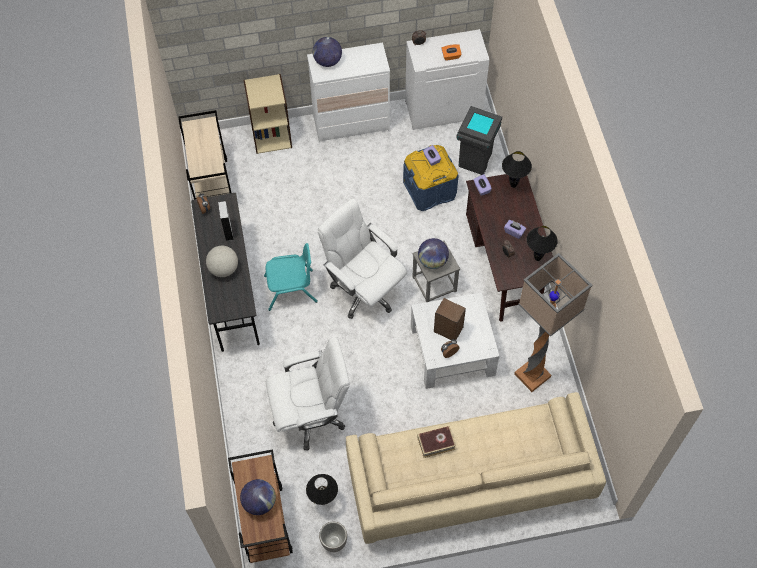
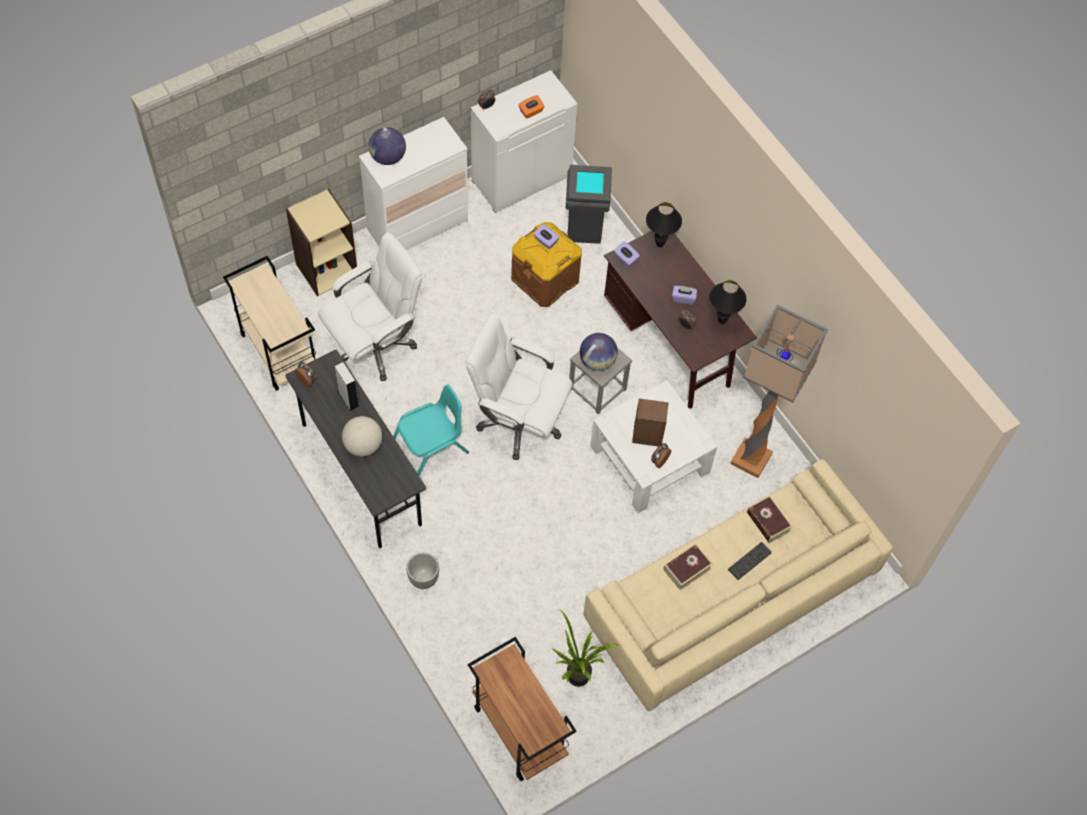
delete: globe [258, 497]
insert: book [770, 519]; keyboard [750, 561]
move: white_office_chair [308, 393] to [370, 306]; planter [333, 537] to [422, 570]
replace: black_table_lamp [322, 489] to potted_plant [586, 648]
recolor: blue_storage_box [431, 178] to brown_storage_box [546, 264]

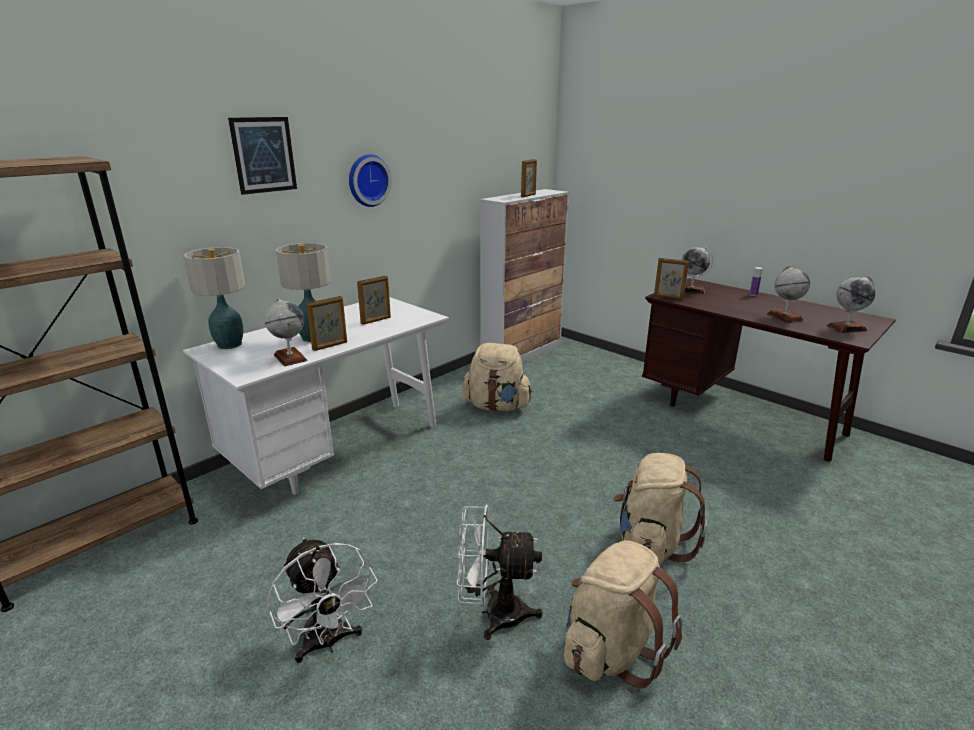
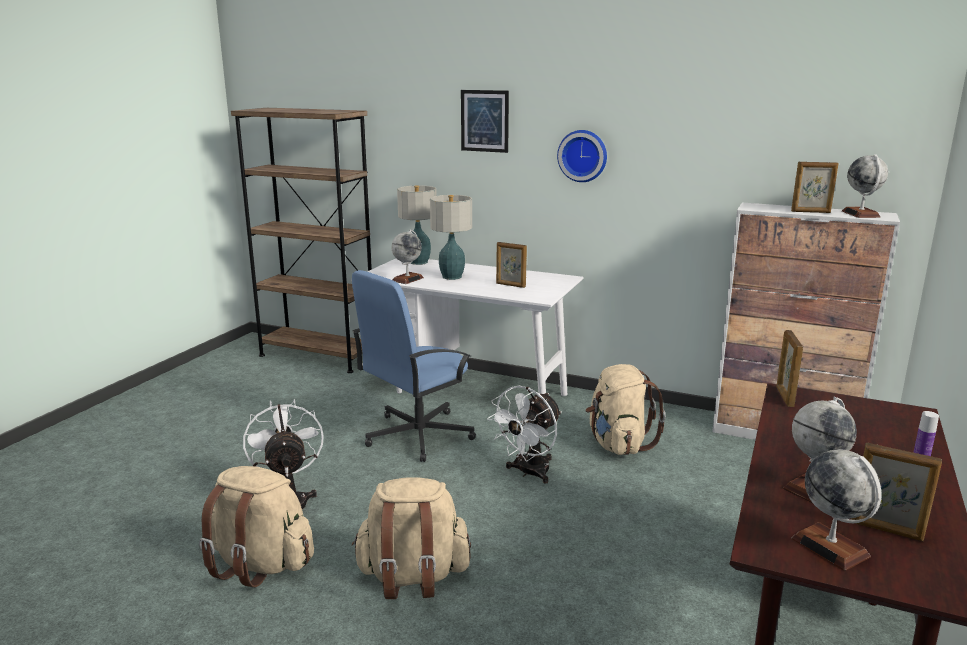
insert: blue_office_chair [414, 366]
move: globe [697, 270] to [865, 186]; picture_frame [326, 323] to [896, 492]; white_fan [322, 600] to [524, 434]

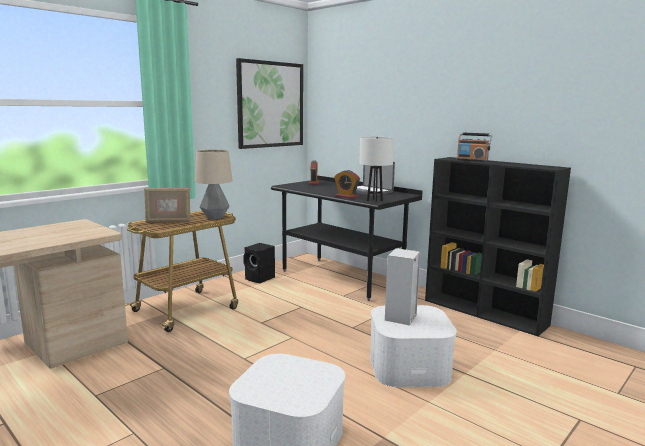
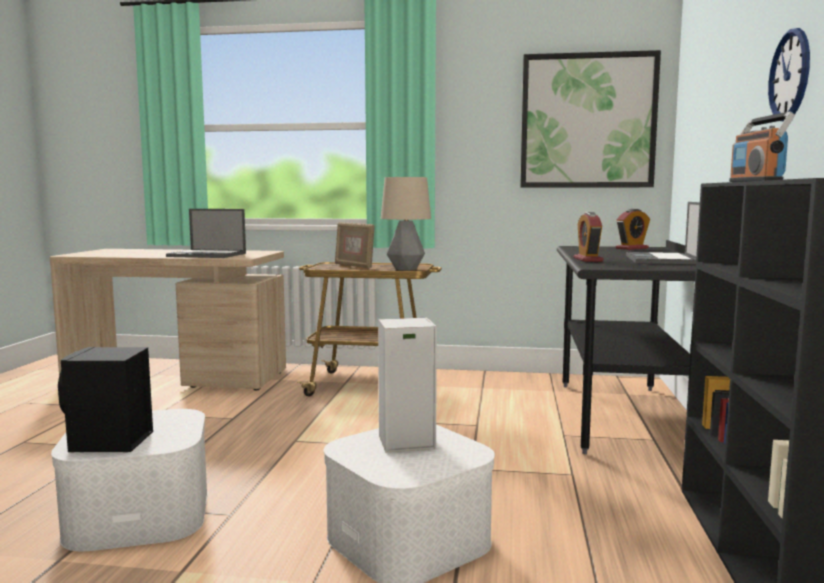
delete: white_table_lamp [376, 169]
insert: wall_clock [789, 74]; laptop [206, 233]
move: black_speaker [259, 263] to [105, 399]

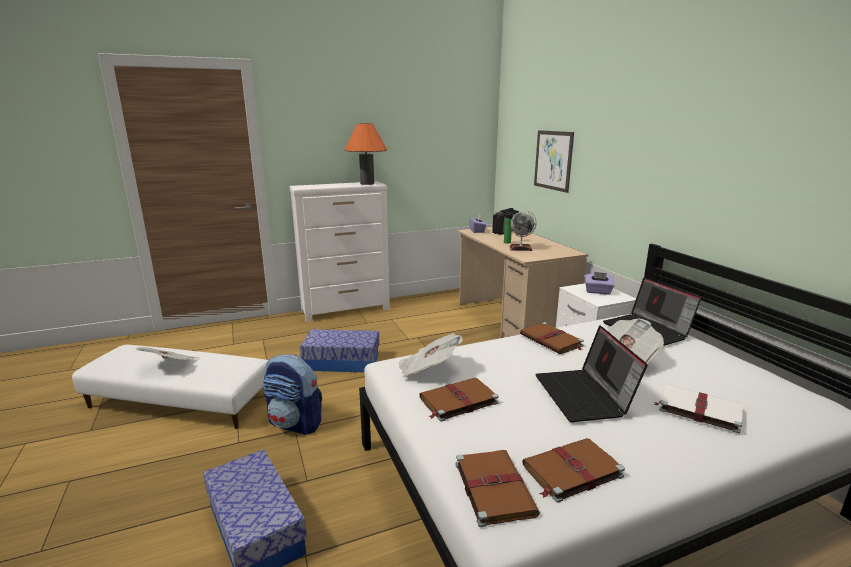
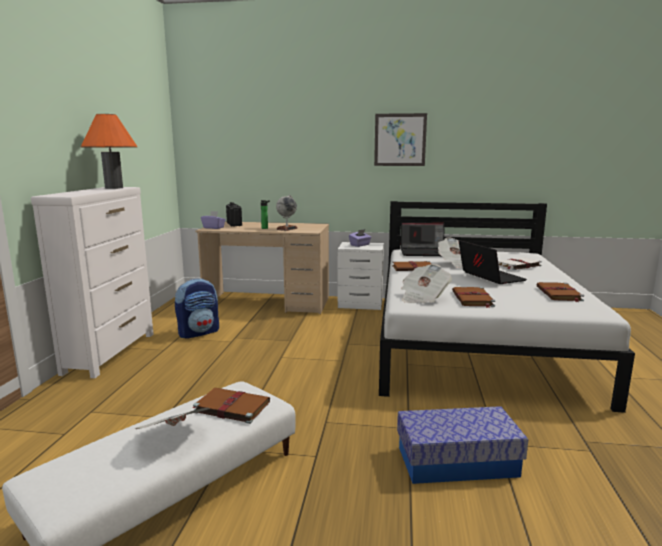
delete: storage_box [339, 350]
move: picture [554, 161] to [400, 139]; backpack [292, 394] to [197, 308]; brown_book [498, 488] to [231, 406]
rotate: laptop [591, 373] = [493, 262] 135 degrees counterclockwise

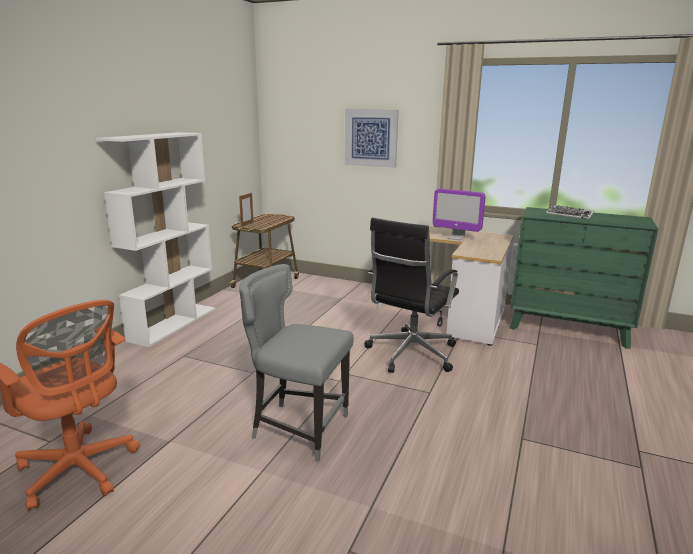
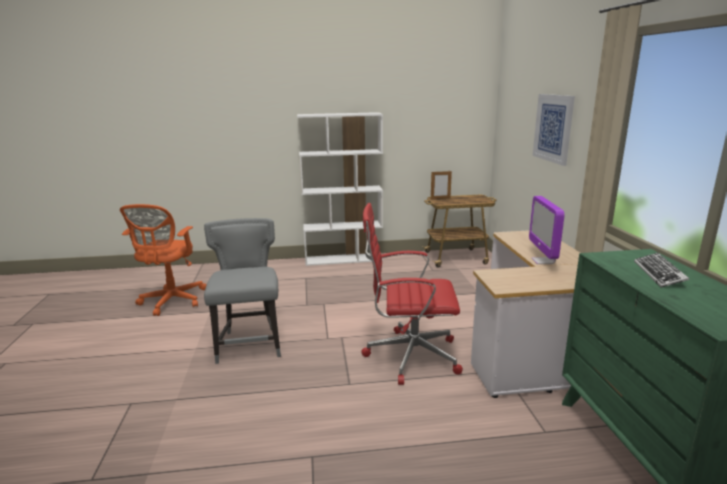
recolor: black_office_chair [411, 295] to red_office_chair [412, 294]

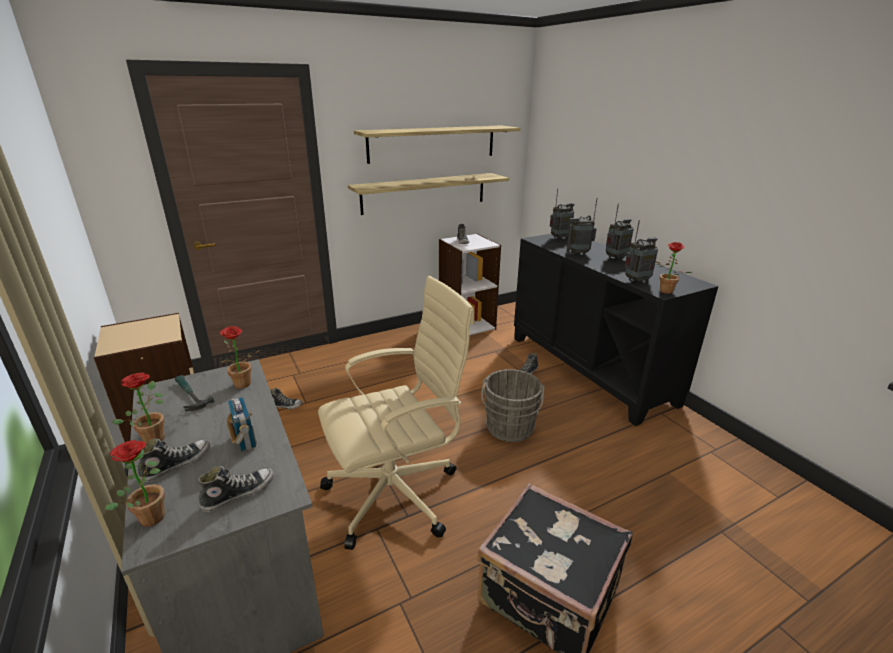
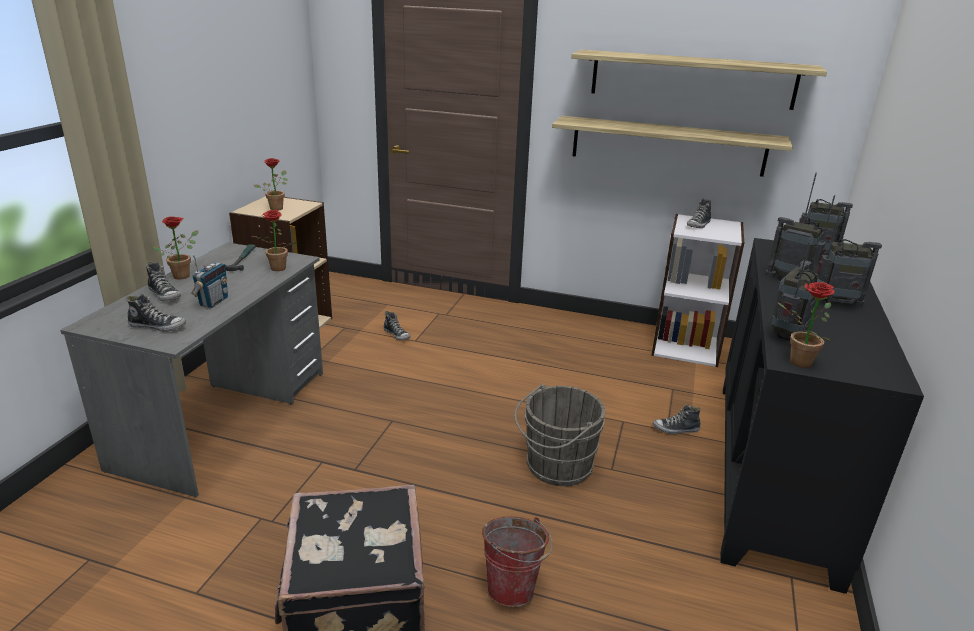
delete: beige_office_chair [396, 413]
insert: bucket [517, 561]
move: potted_plant [135, 483] to [271, 184]
rotate: radio [641, 252] = [797, 291] 75 degrees counterclockwise; shoe [174, 460] = [163, 281] 45 degrees clockwise

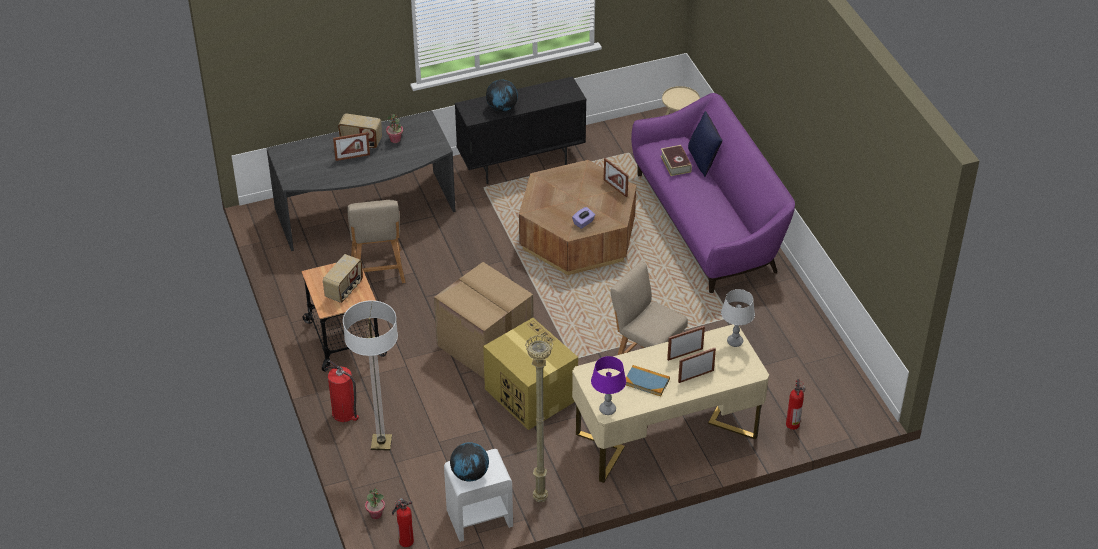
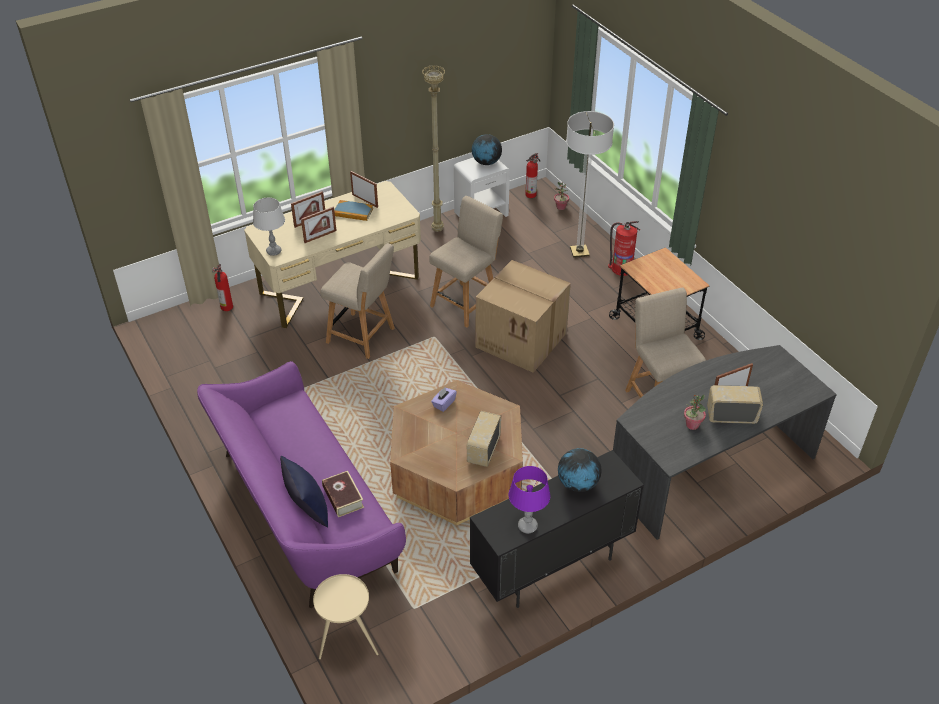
move: picture_frame [616, 177] to [364, 189]; radio [343, 278] to [484, 439]; purple_table_lamp [608, 385] to [529, 499]
replace: cardboard_box [530, 374] to beige_chair [466, 262]

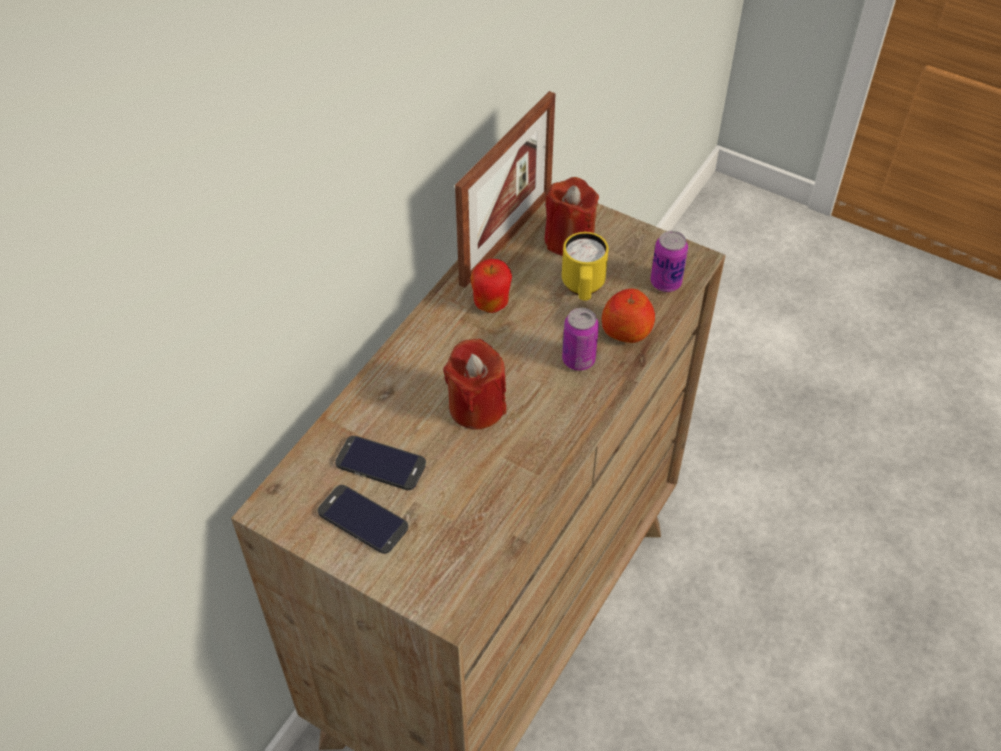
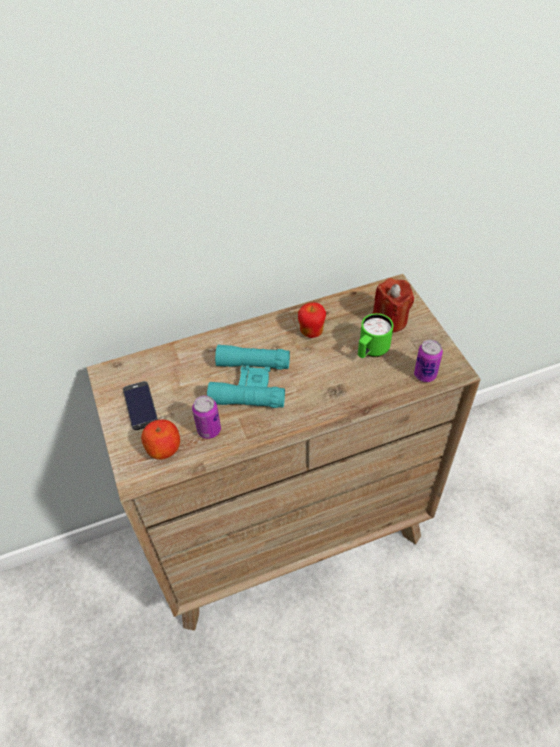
delete: picture_frame [505, 189]; phone [380, 463]
move: apple [628, 316] to [160, 440]; can [580, 339] to [206, 417]
replace: red_candle [474, 384] to turquoise_binoculars [248, 376]
recolor: yellow_mug [585, 266] to green_mug [375, 335]

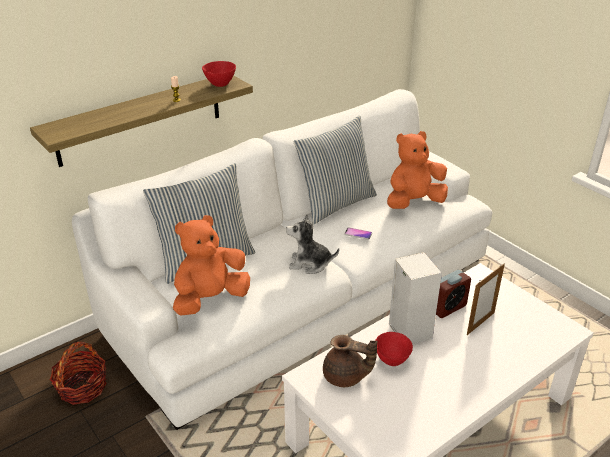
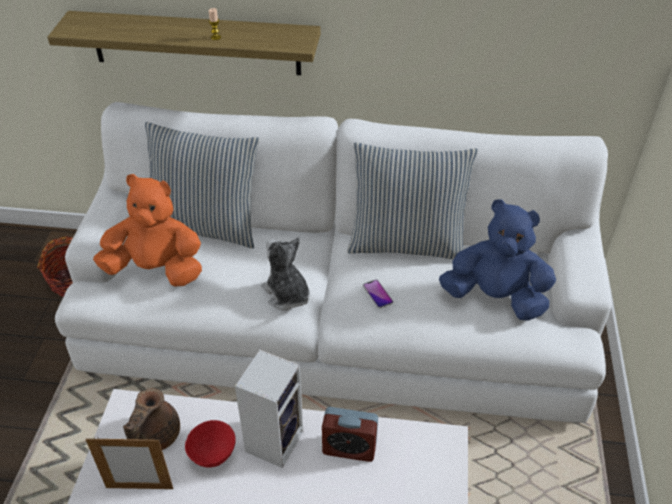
delete: red_bowl [219, 74]
move: picture_frame [486, 299] to [129, 463]
recolor: orange_plush_toy [417, 170] to blue_plush_toy [497, 260]
rotate: brown_teapot [350, 361] = [151, 419] 45 degrees clockwise

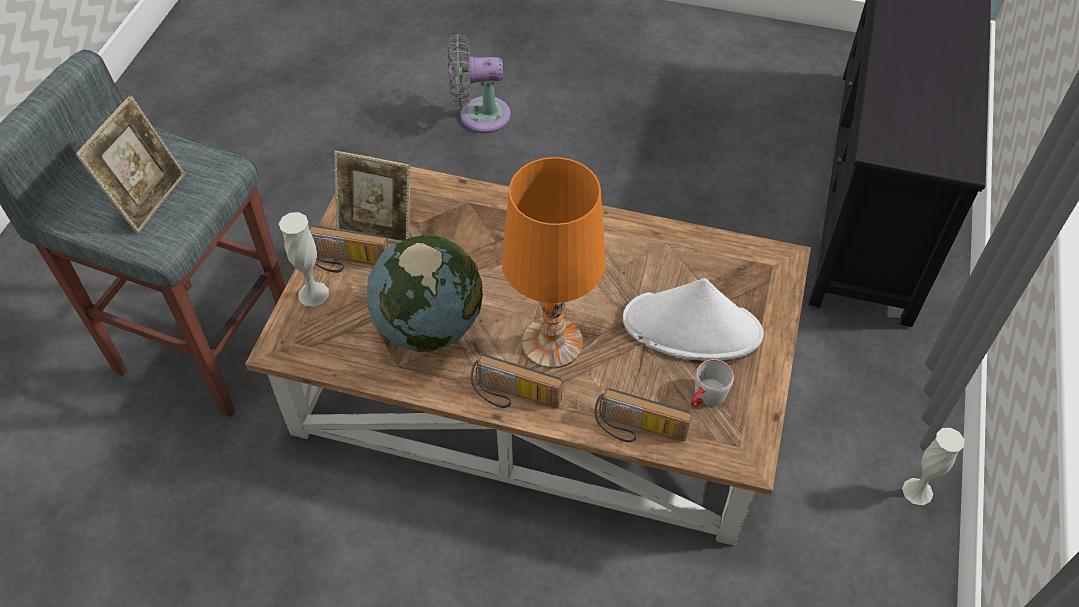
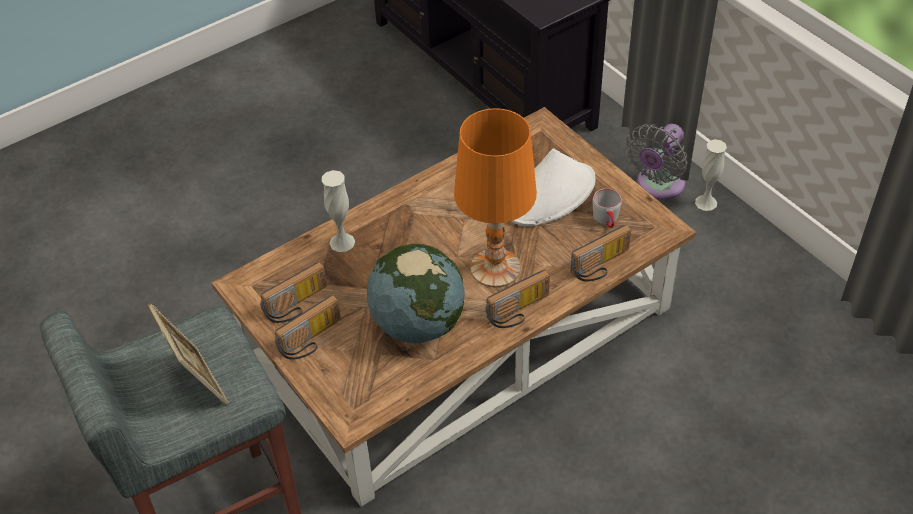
move: grey_fan [479, 84] to [656, 162]; white_vase [304, 259] to [338, 211]
replace: picture_frame [372, 197] to radio [293, 292]

